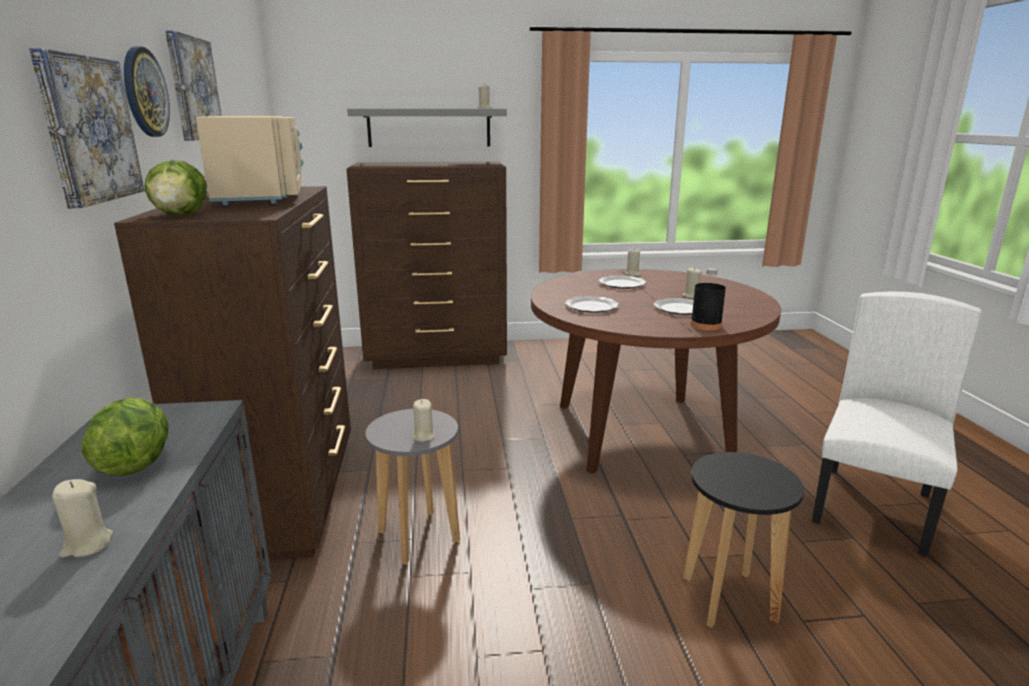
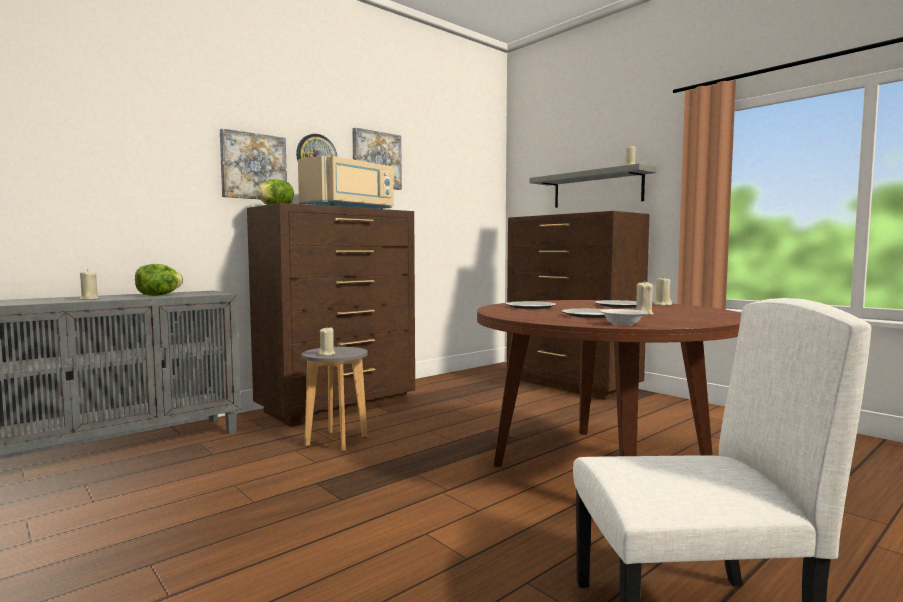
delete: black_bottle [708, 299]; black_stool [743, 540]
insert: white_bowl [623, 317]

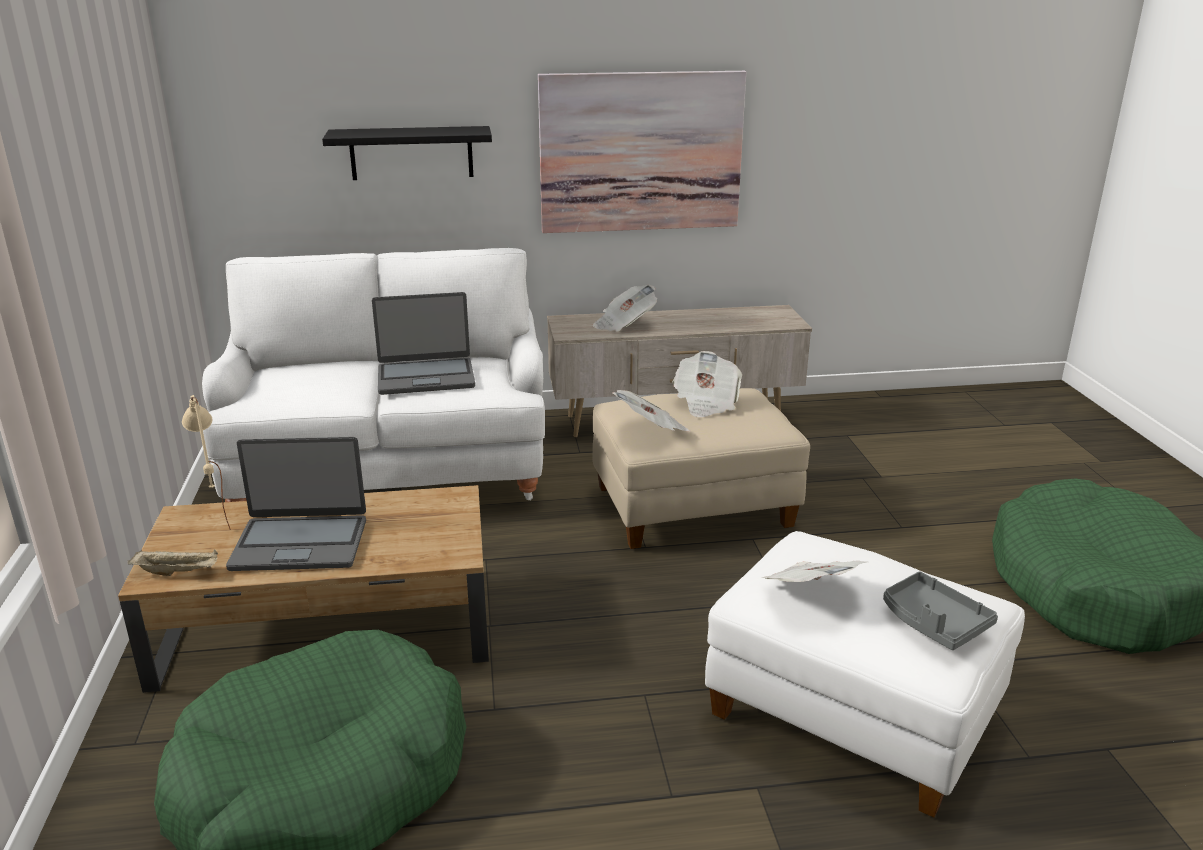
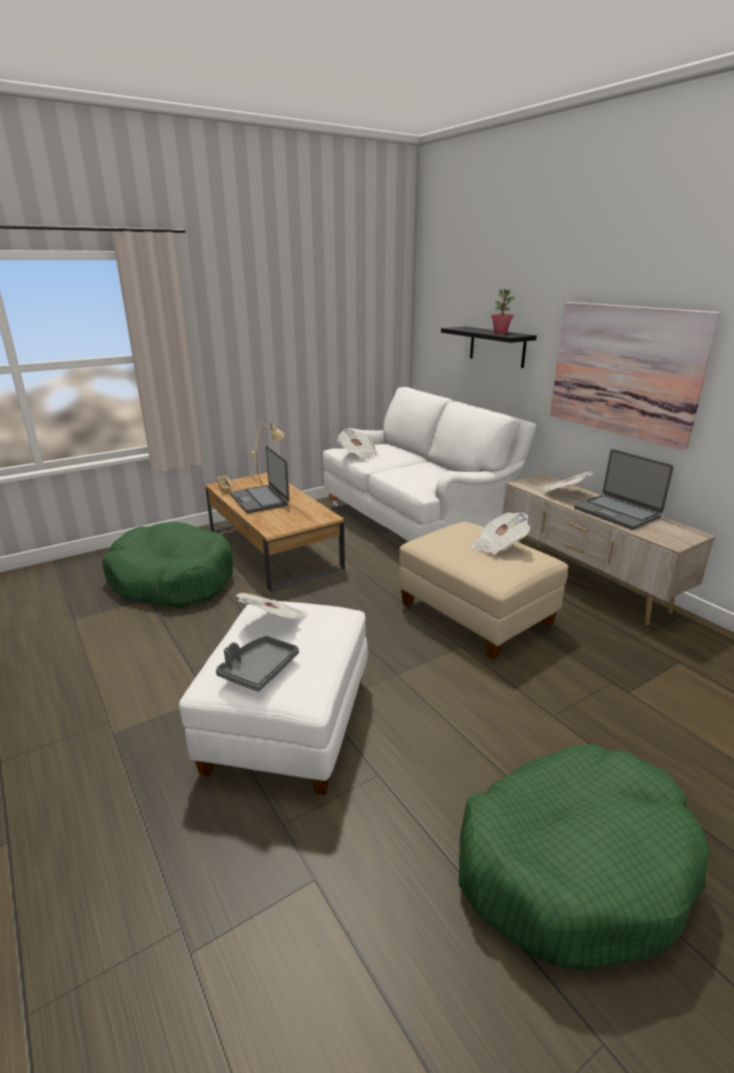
insert: potted_plant [503, 311]
move: laptop [423, 343] to [624, 489]; newspaper [651, 411] to [358, 444]

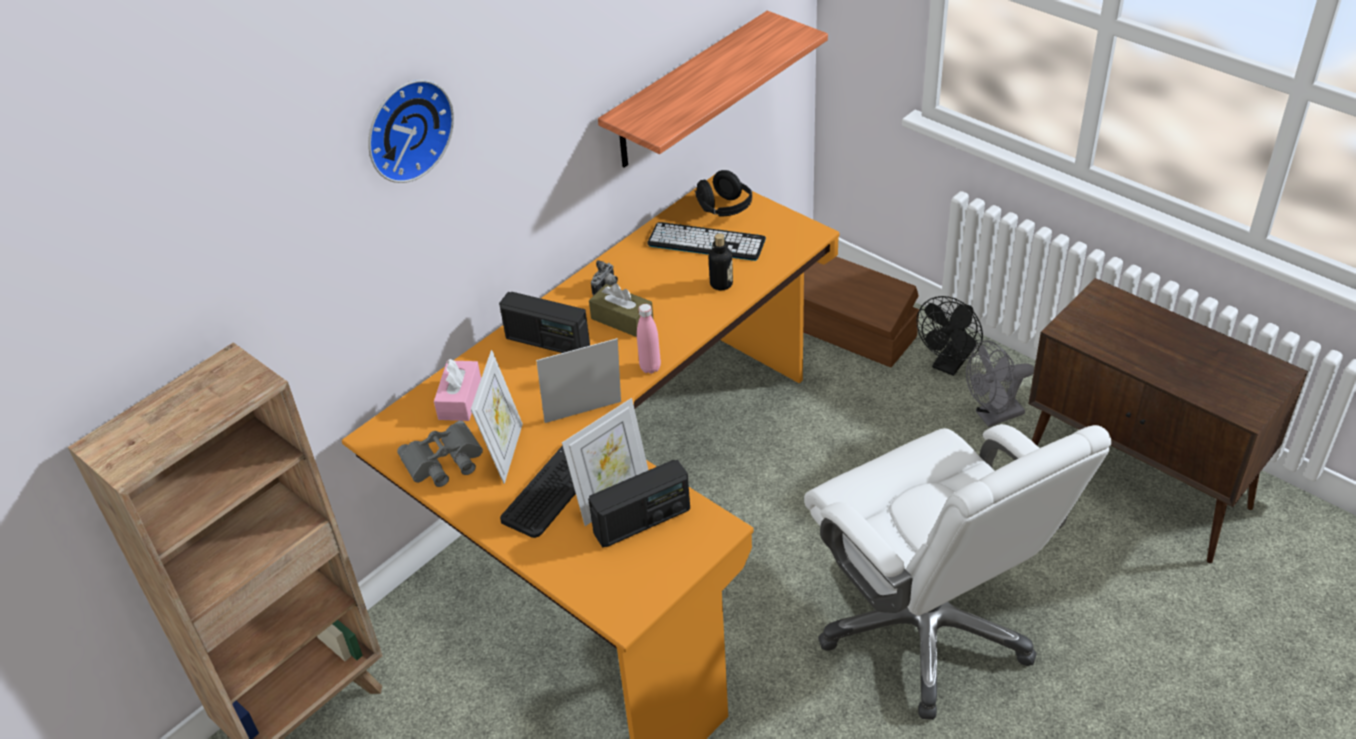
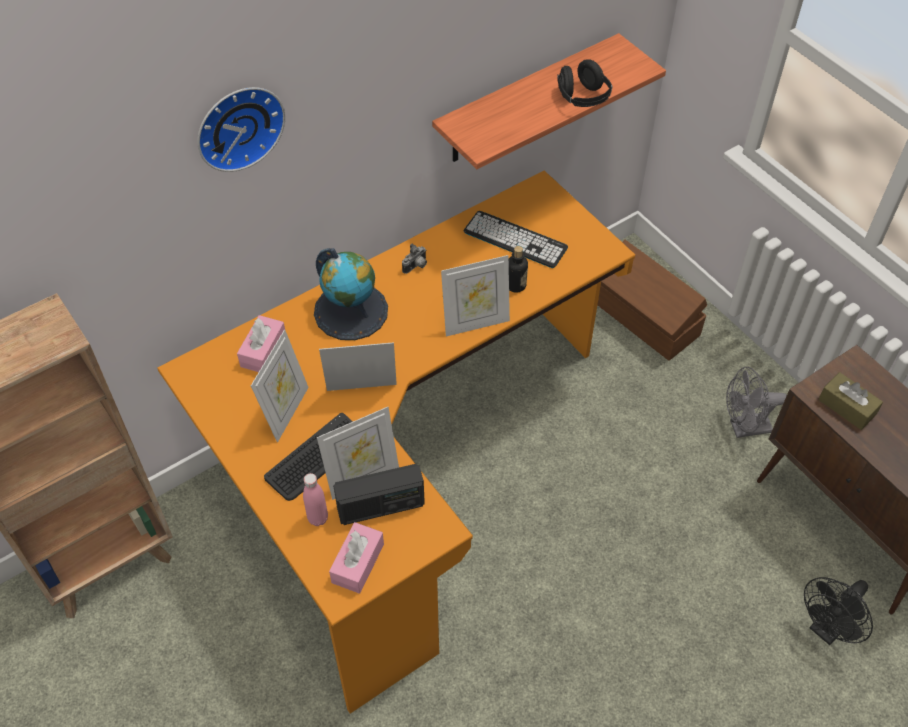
delete: grey_binoculars [440, 454]; white_office_chair [958, 572]
insert: picture_frame [475, 295]; pink_tissue_box [356, 558]
move: black_headphones [723, 193] to [584, 83]; brown_tissue_box [621, 310] to [850, 401]; black_fan [949, 336] to [838, 611]; pink_bottle [649, 339] to [315, 499]
replace: radio [544, 322] to globe [351, 294]

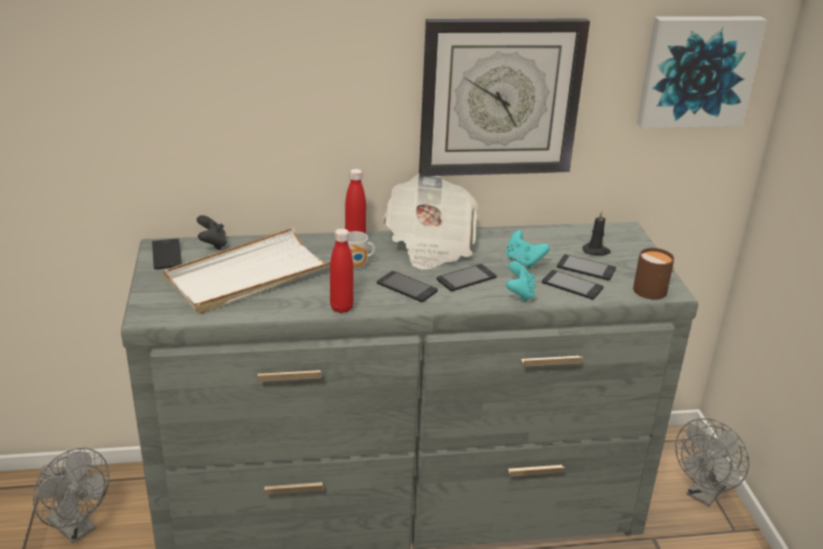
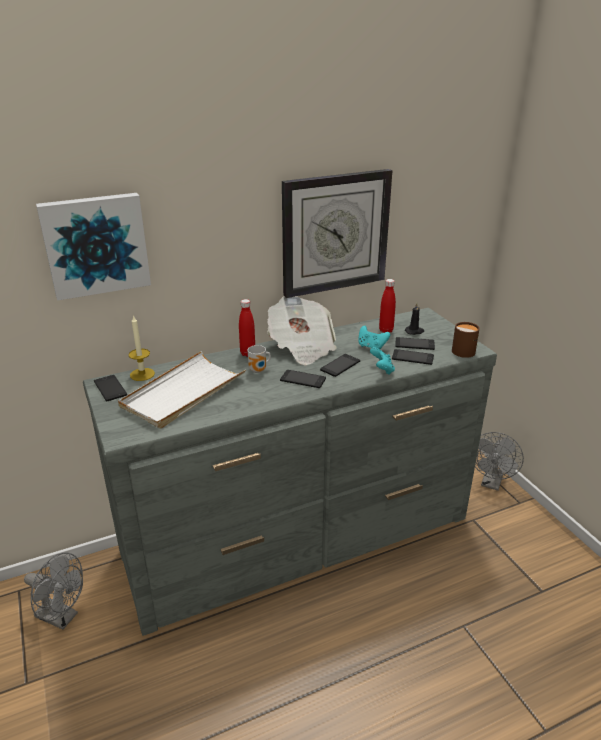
move: picture [702, 72] to [93, 247]; red_bottle [342, 270] to [387, 306]
replace: black_game_controller [212, 232] to candle [141, 348]

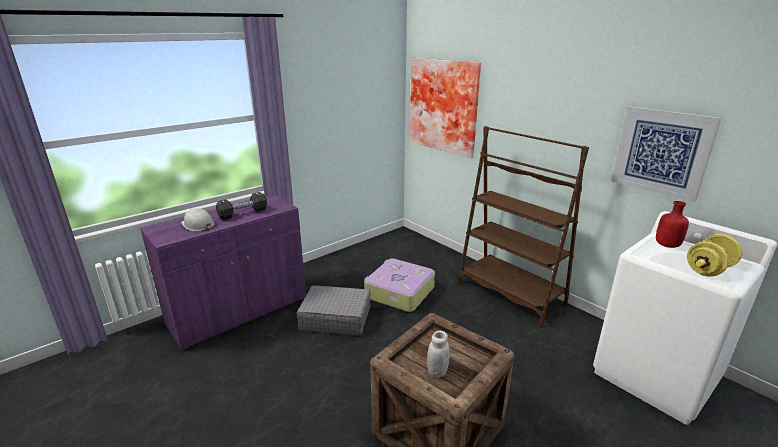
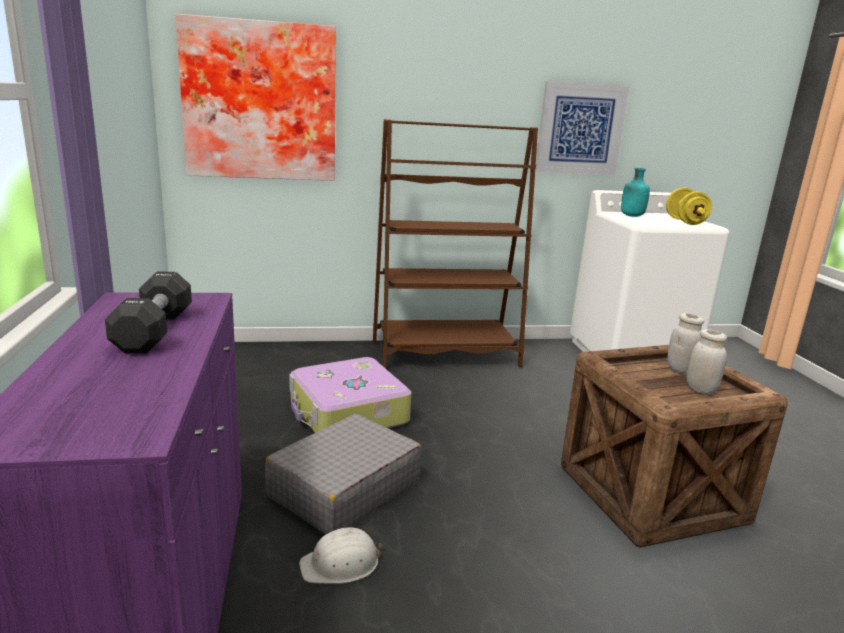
insert: white_jar [685, 343]
move: white_hard_hat [198, 219] to [340, 556]
recolor: red_bottle [672, 224] to turquoise_bottle [635, 192]

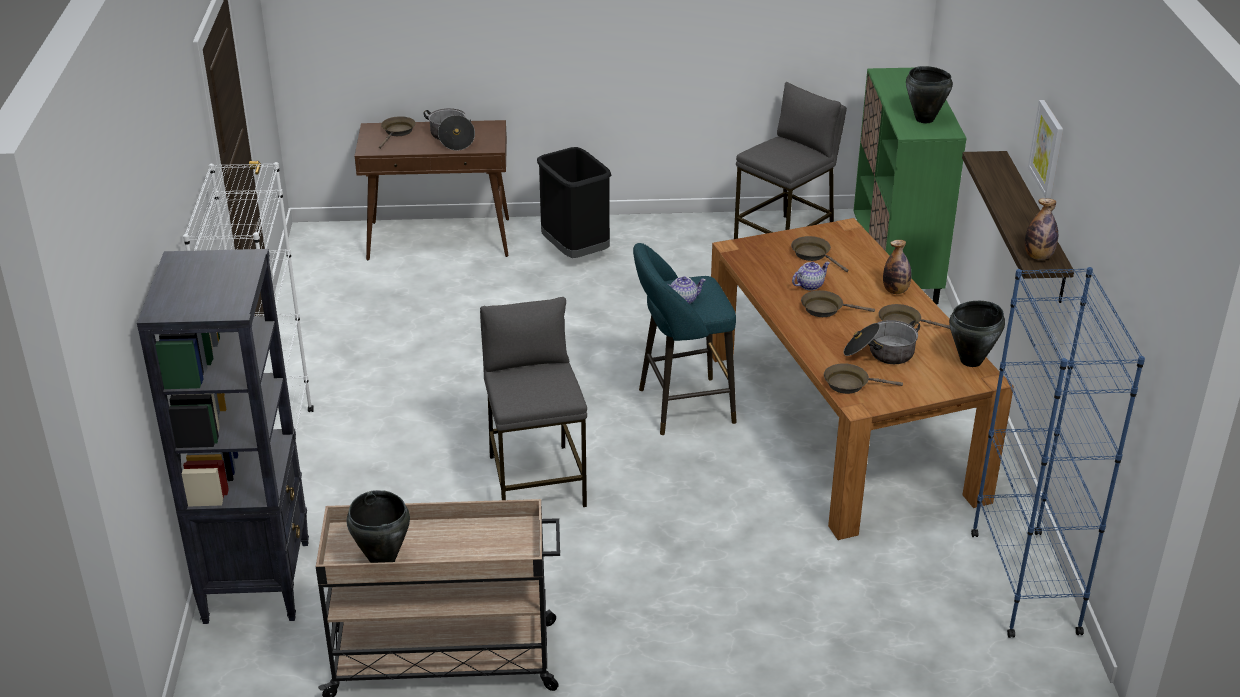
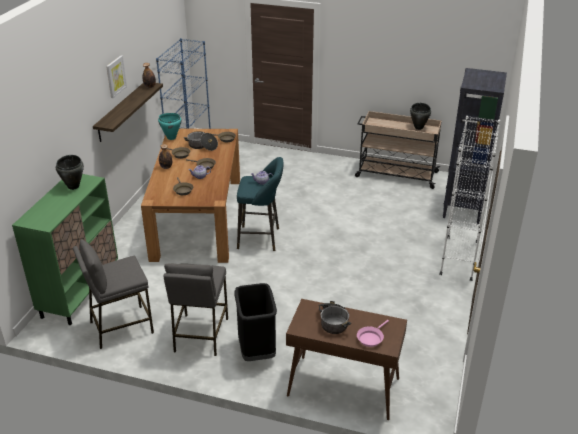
move: grey_stool [533, 402] to [196, 309]
recolor: brown_frying_pan [397, 132] to pink_frying_pan [373, 333]; black_cooking_pot [977, 334] to turquoise_cooking_pot [169, 126]

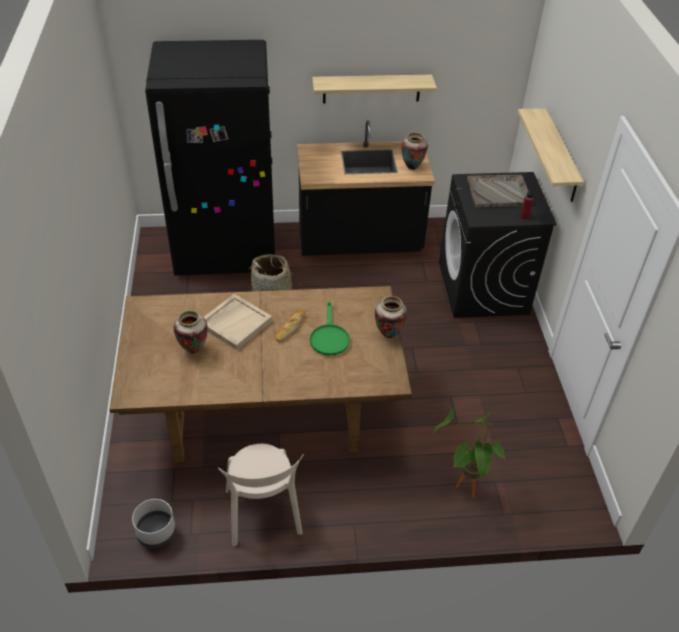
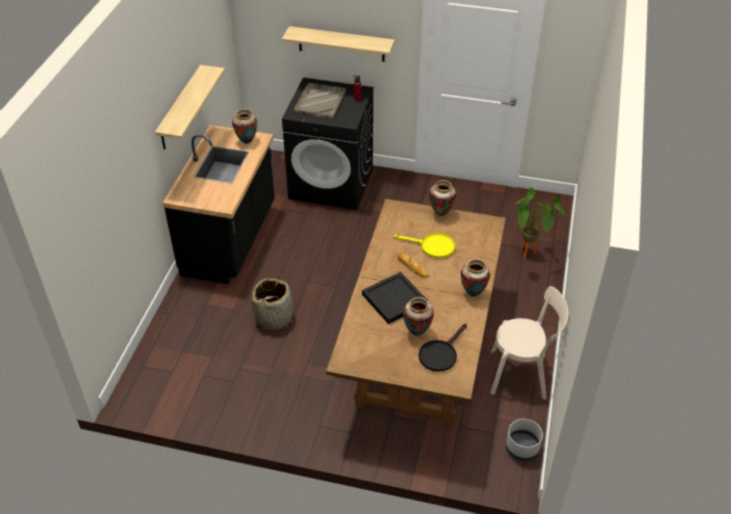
delete: black_fridge [210, 157]
insert: vase [475, 278]; black_frying_pan [443, 348]
recolor: beige_tray [238, 322] to black_tray [395, 298]; green_frying_pan [330, 328] to yellow_frying_pan [424, 245]

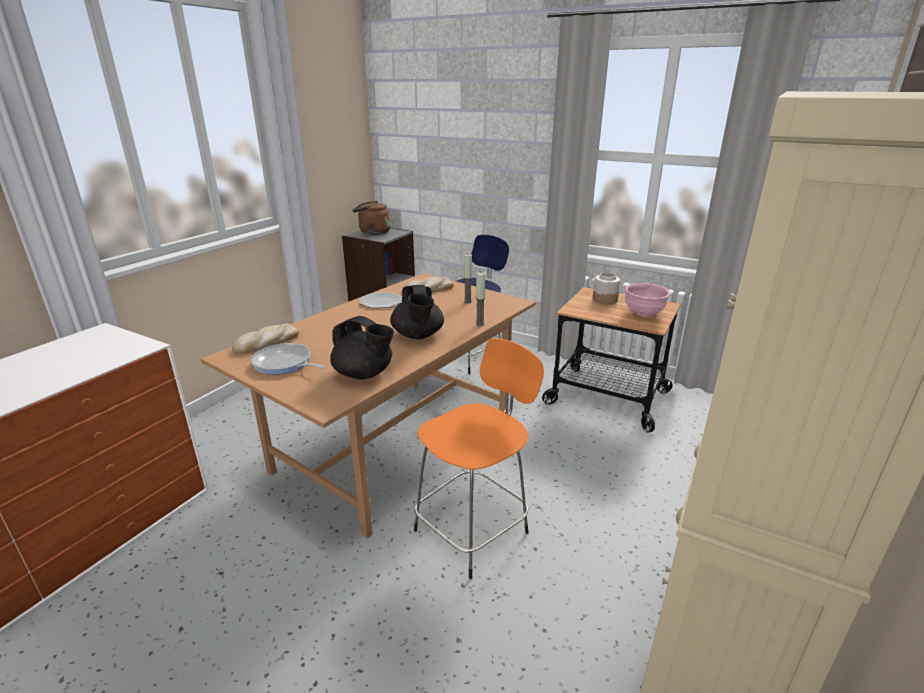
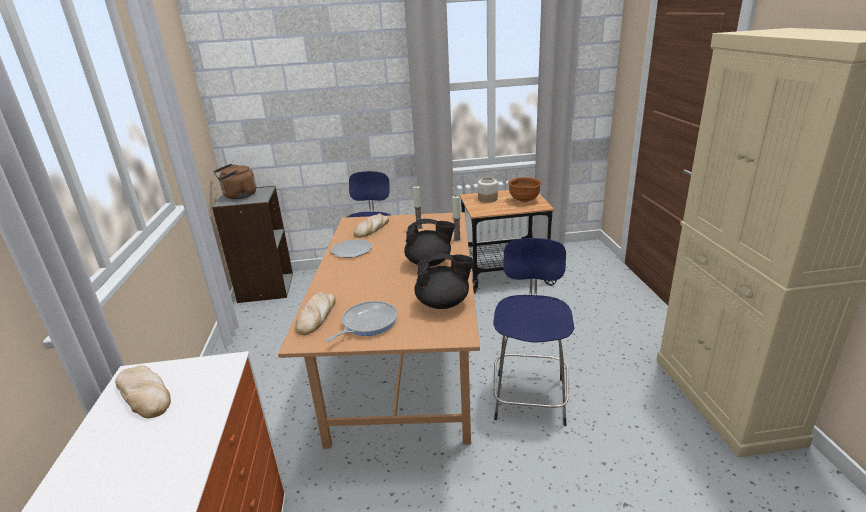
insert: bread [143, 392]
recolor: pink_bowl [648, 300] to brown_bowl [525, 189]; orange_stool [479, 458] to blue_stool [533, 332]
rotate: black_teapot [417, 312] = [429, 243] 45 degrees counterclockwise; frying_pan [288, 359] = [361, 321] 135 degrees clockwise

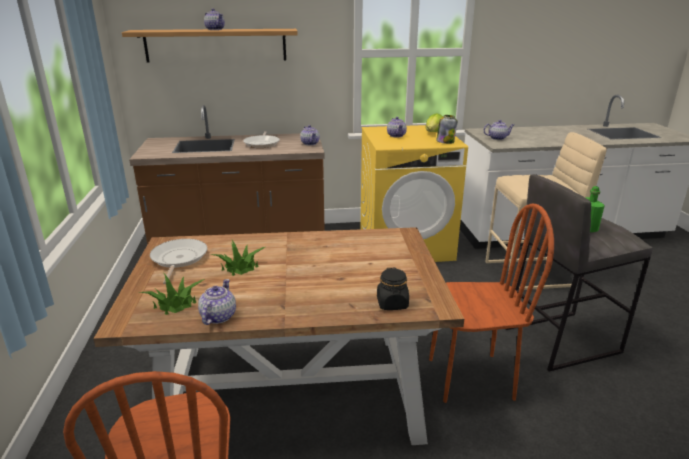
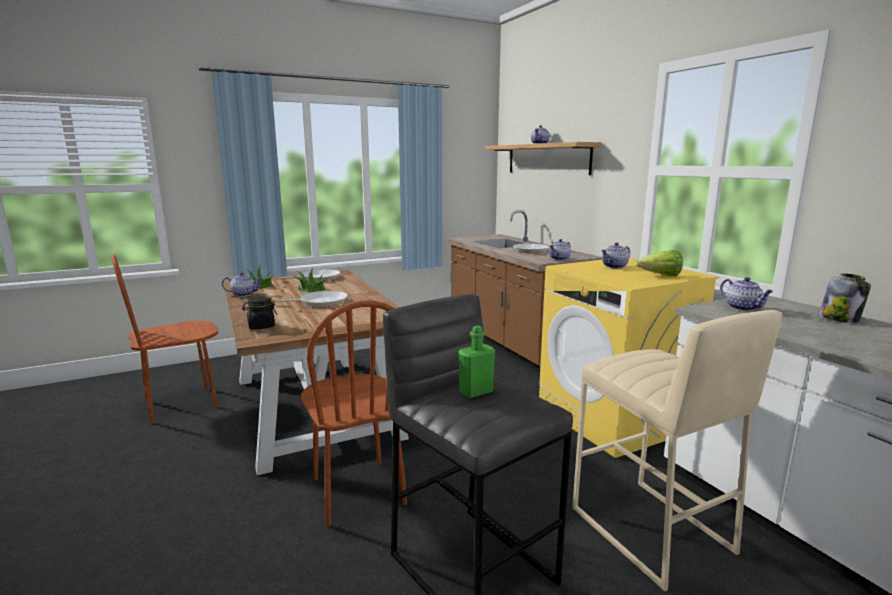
insert: frying_pan [311, 299]
move: jar [447, 129] to [845, 298]

